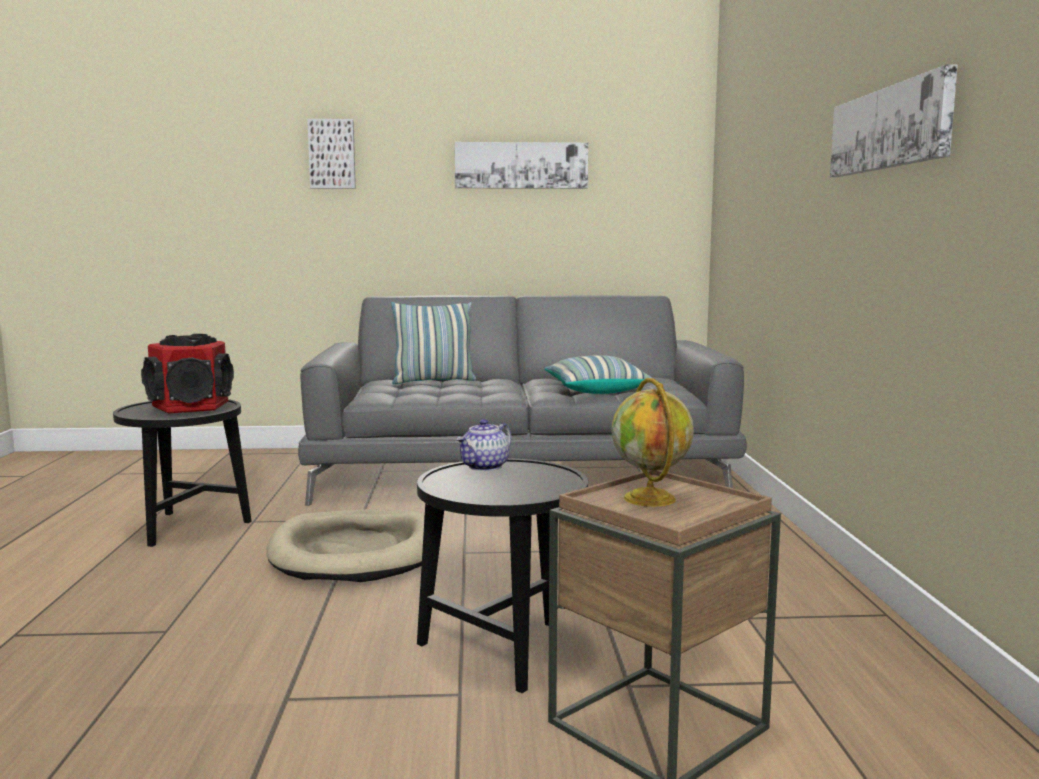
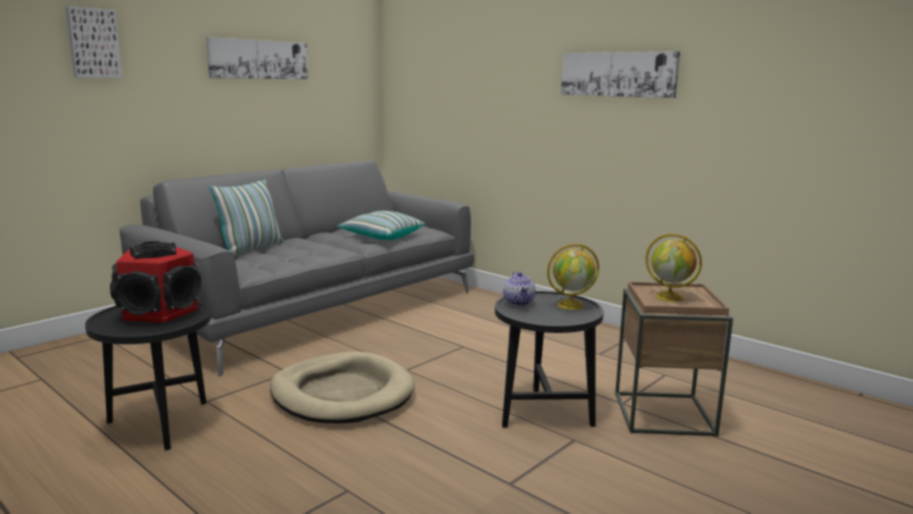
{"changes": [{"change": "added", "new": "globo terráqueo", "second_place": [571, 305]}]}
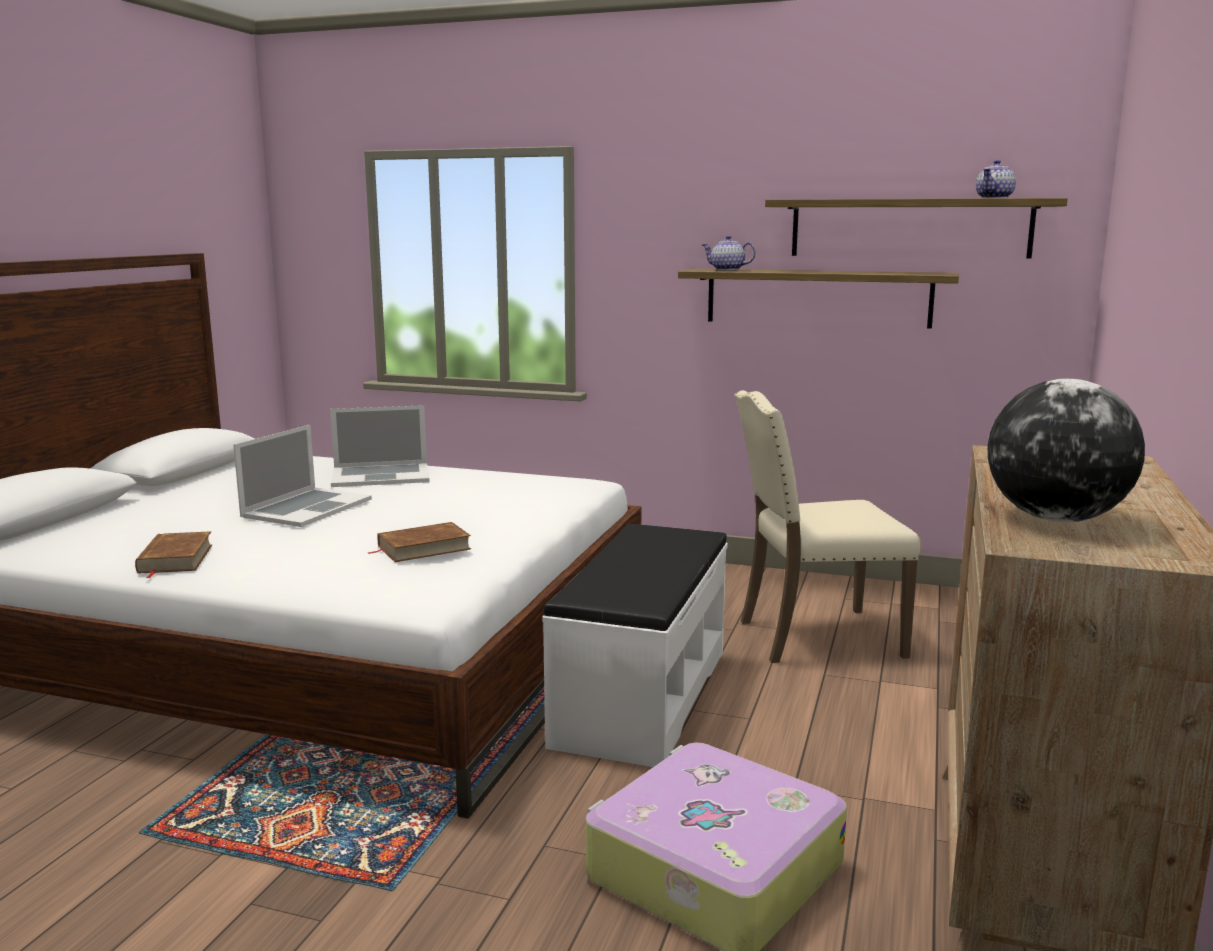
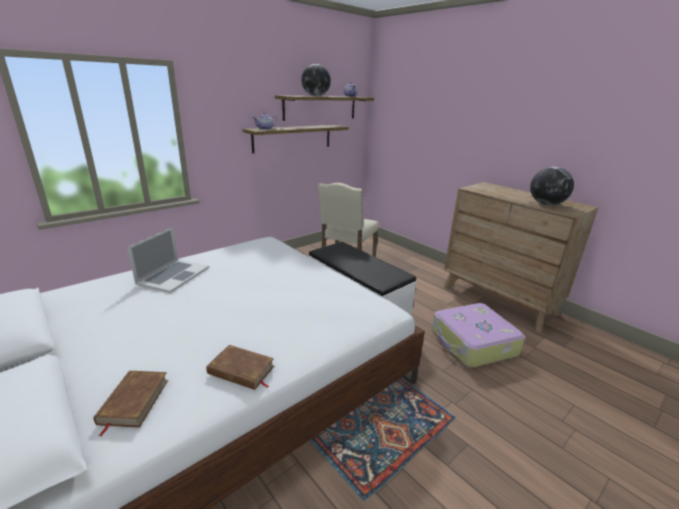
{"changes": [{"change": "moved", "old": "libro/marrón", "first_place": [423, 548], "second_place": [133, 401]}, {"change": "added", "new": "globo terráqueo", "second_place": [315, 96]}, {"change": "removed", "old": "portátil", "first_place": [306, 508]}]}
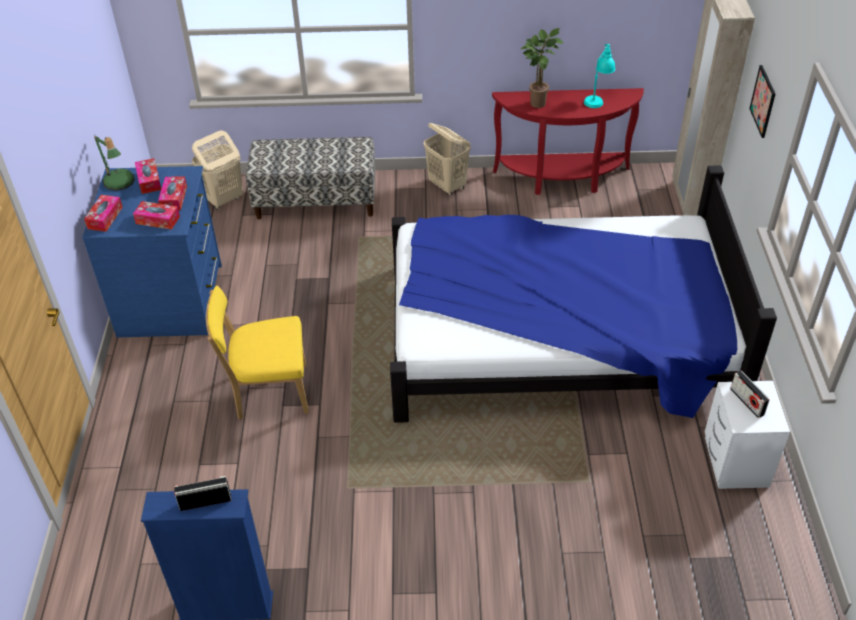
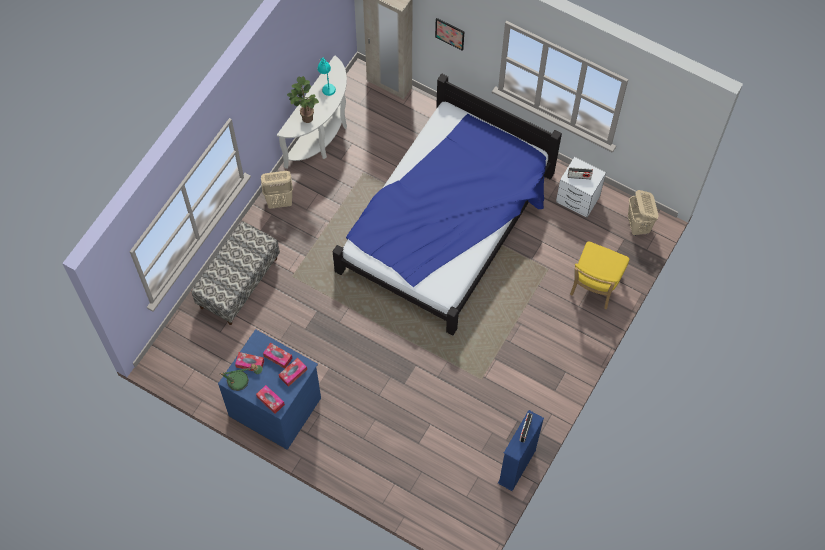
{"changes": [{"change": "recoloured", "old": "mesa consola/rojo", "new": "mesa consola/blanco", "first_place": [562, 180], "second_place": [322, 136]}, {"change": "moved", "old": "silla/amarillo", "first_place": [268, 392], "second_place": [594, 287]}, {"change": "moved", "old": "cesto de la ropa/beis", "first_place": [224, 199], "second_place": [638, 226]}]}
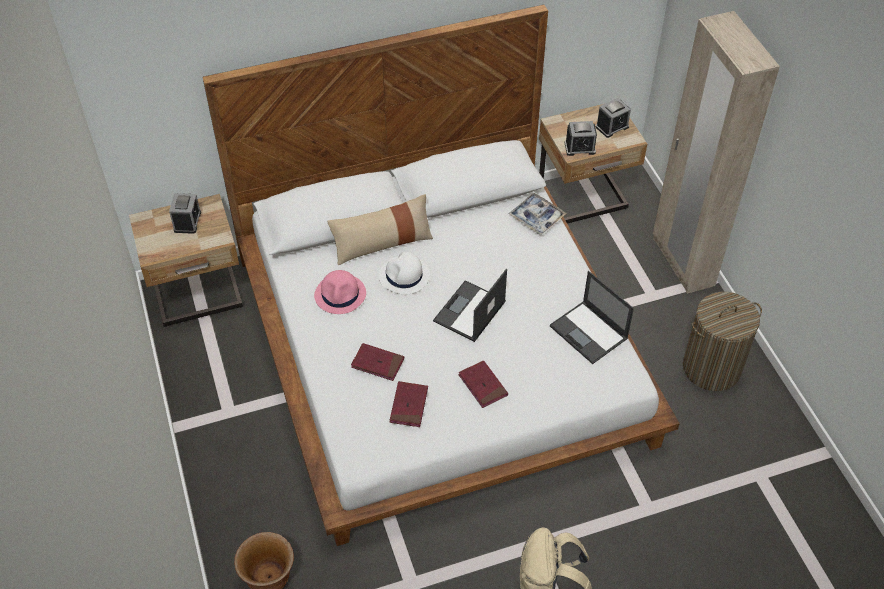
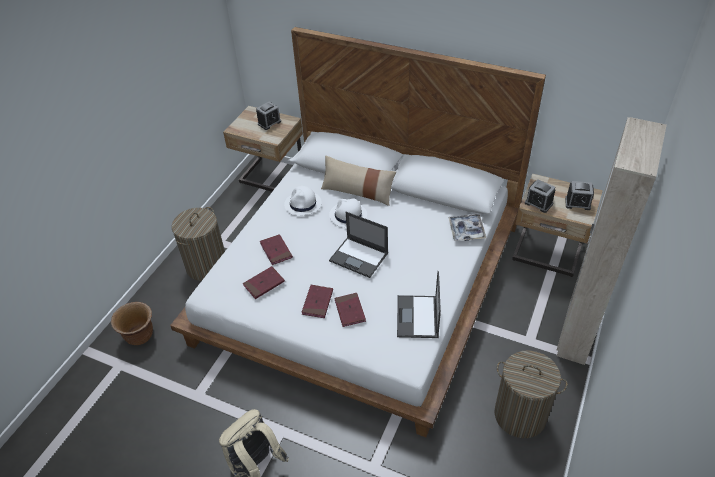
{"changes": [{"change": "added", "new": "cesto de la ropa", "second_place": [207, 266]}, {"change": "recoloured", "old": "sombrero/rosa", "new": "sombrero/blanco", "first_place": [340, 294], "second_place": [303, 204]}, {"change": "turned", "old": "portátil", "first_place": [469, 312], "second_place": [359, 257], "degrees": -135}, {"change": "added", "new": "libro/rojo", "second_place": [350, 311]}]}
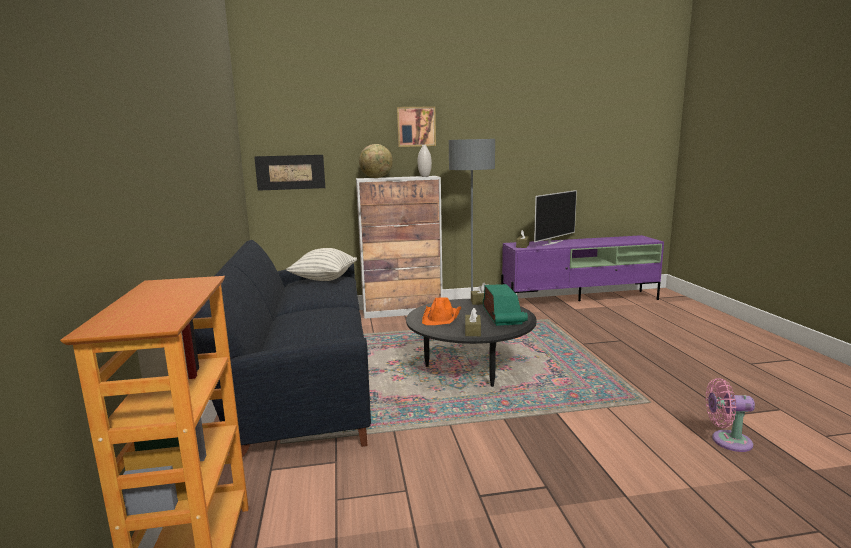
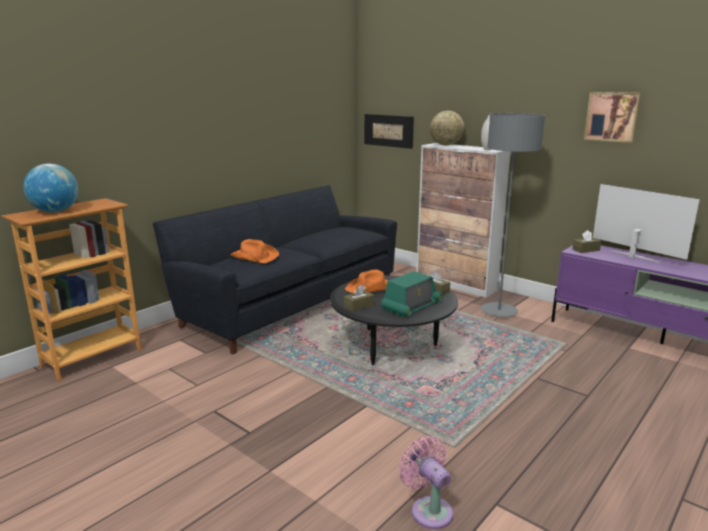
{"changes": [{"change": "added", "new": "globo terráqueo", "second_place": [55, 211]}, {"change": "added", "new": "sombrero/naranja", "second_place": [254, 257]}, {"change": "moved", "old": "cuadro", "first_place": [416, 126], "second_place": [612, 116]}, {"change": "turned", "old": "televisor", "first_place": [552, 243], "second_place": [633, 256], "degrees": -135}, {"change": "removed", "old": "cojín", "first_place": [324, 279]}]}
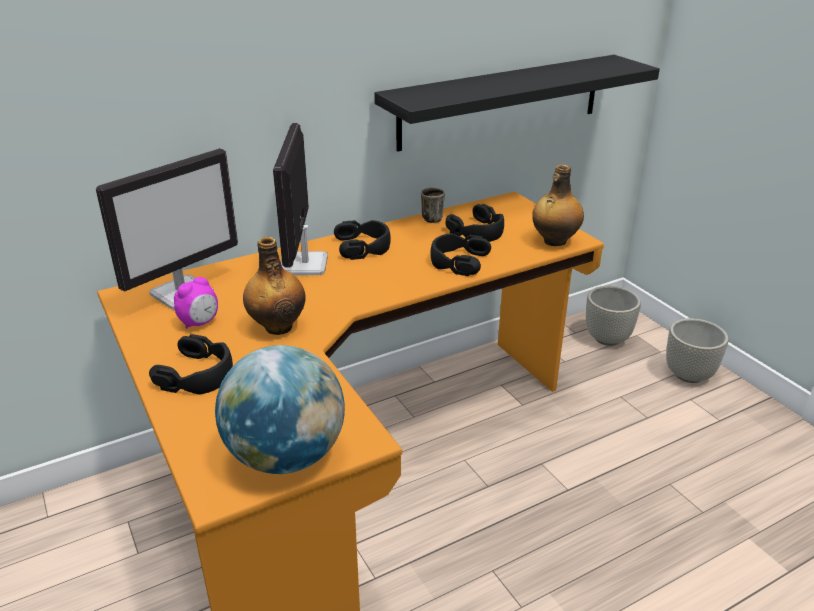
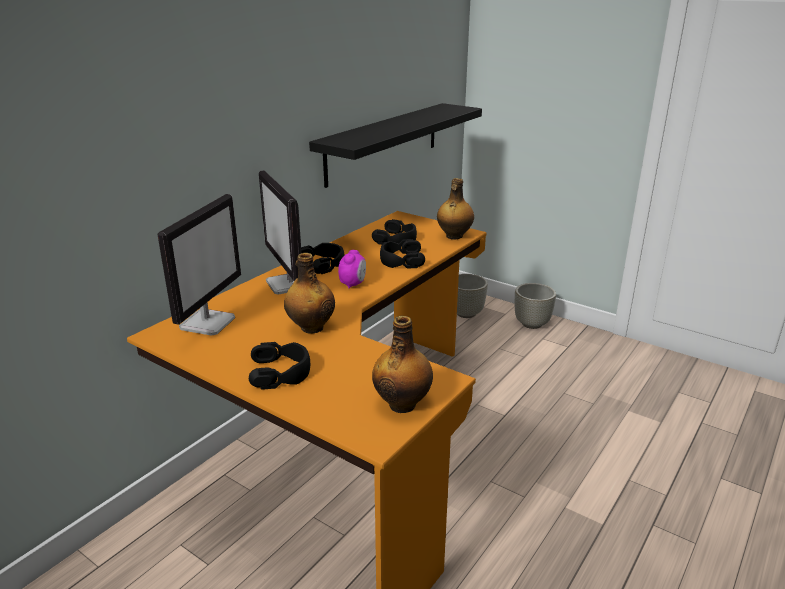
{"changes": [{"change": "moved", "old": "despertador", "first_place": [199, 323], "second_place": [353, 284]}, {"change": "replaced", "old": "globo terráqueo", "new": "botella", "first_place": [286, 456], "second_place": [403, 404]}, {"change": "removed", "old": "taza grande", "first_place": [433, 218]}]}
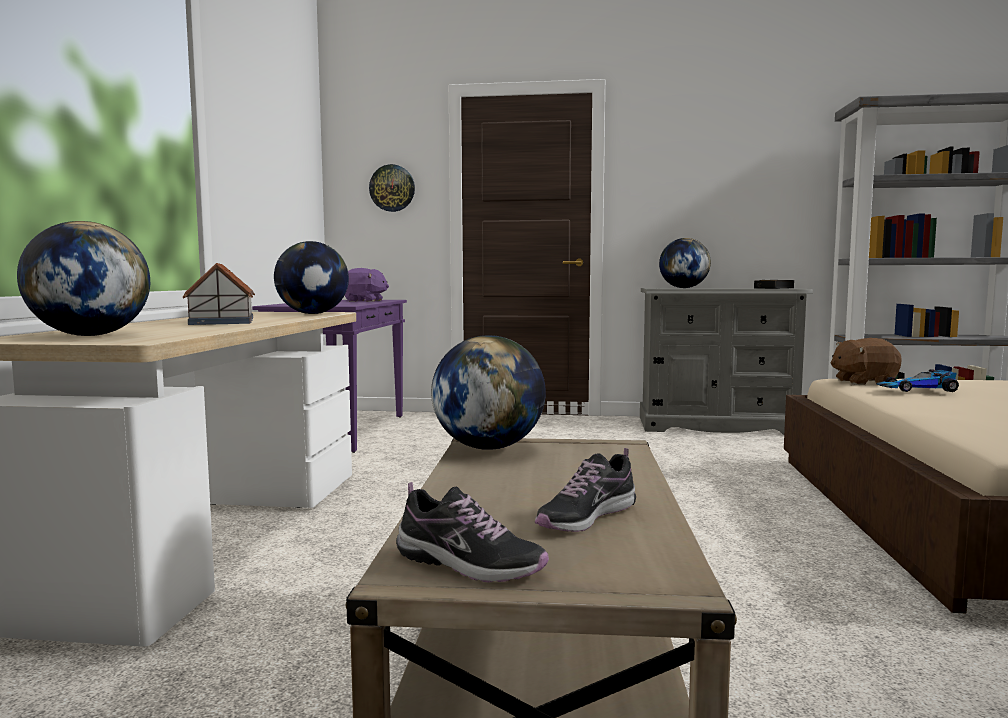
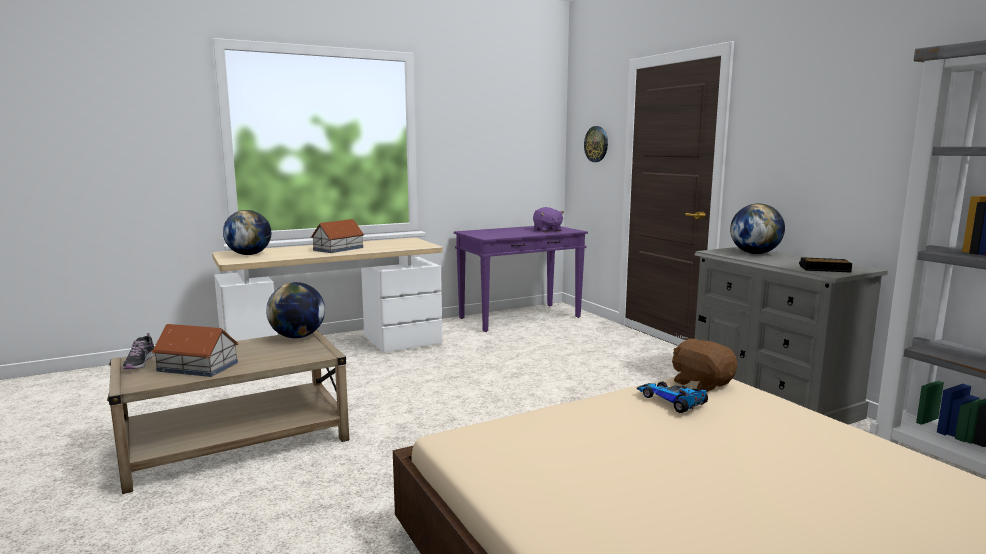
{"changes": [{"change": "replaced", "old": "zapato", "new": "casita", "first_place": [586, 517], "second_place": [198, 367]}, {"change": "removed", "old": "globo terráqueo", "first_place": [313, 313]}]}
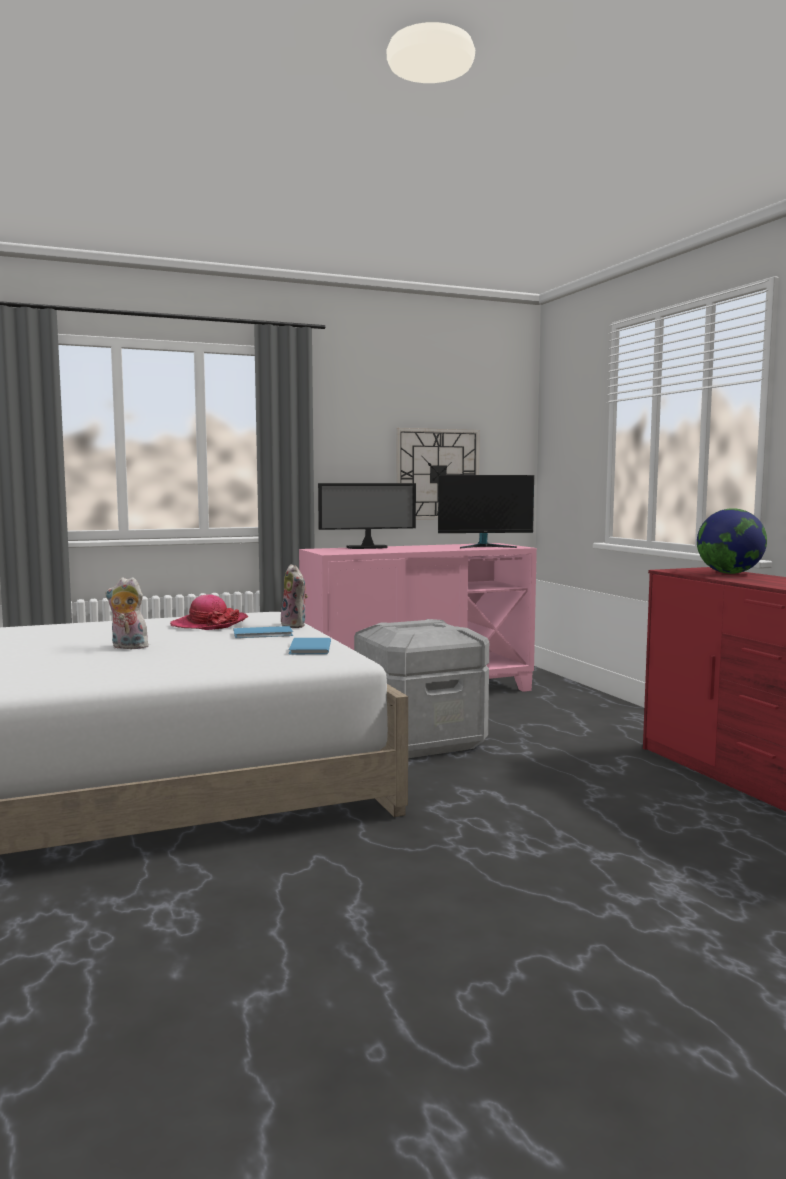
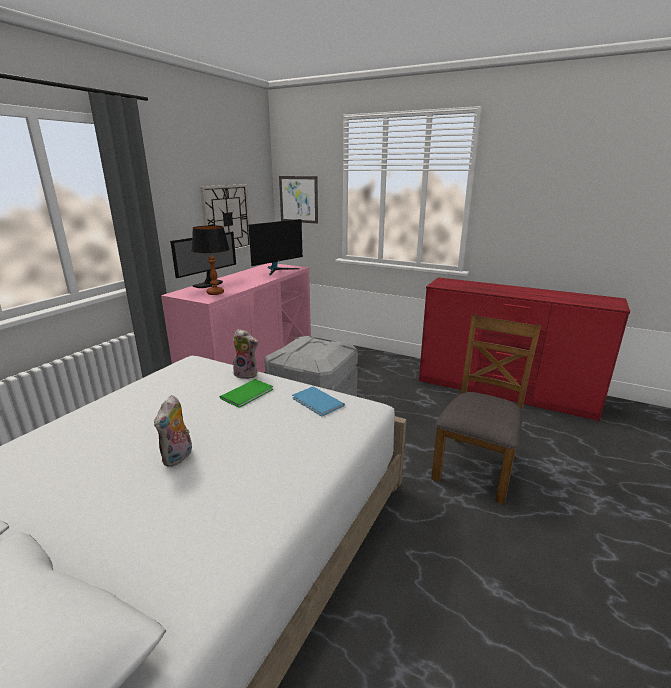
{"changes": [{"change": "turned", "old": "peluche", "first_place": [127, 647], "second_place": [178, 458], "degrees": -45}, {"change": "added", "new": "lámpara de mesa", "second_place": [215, 293]}, {"change": "recoloured", "old": "libro/azul", "new": "libro/verde", "first_place": [264, 634], "second_place": [249, 393]}, {"change": "added", "new": "cuadro", "second_place": [298, 199]}, {"change": "added", "new": "silla/marrón", "second_place": [476, 467]}, {"change": "removed", "old": "sombrero", "first_place": [209, 624]}, {"change": "removed", "old": "globo terráqueo", "first_place": [729, 573]}]}
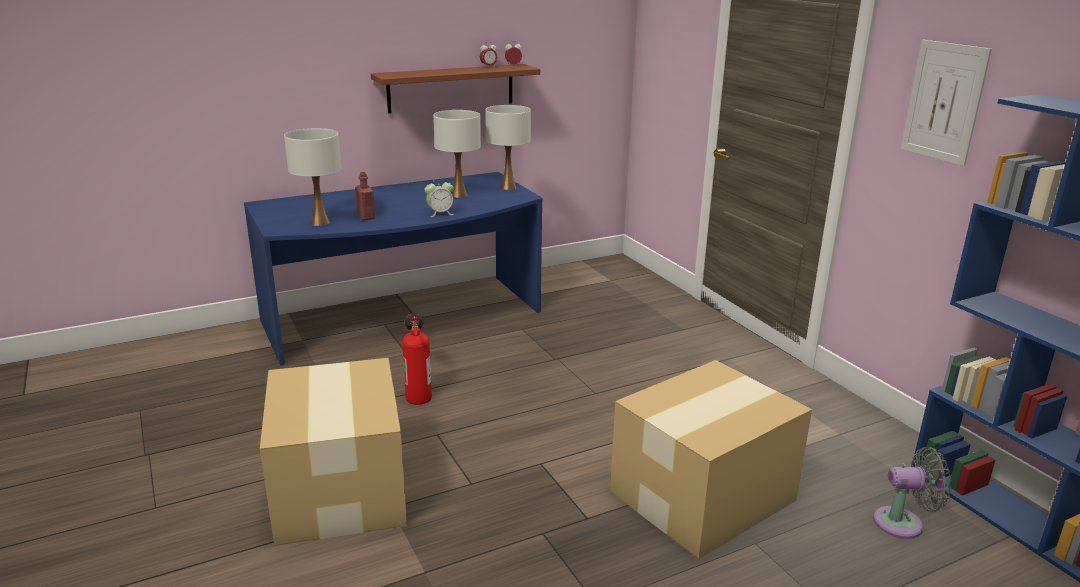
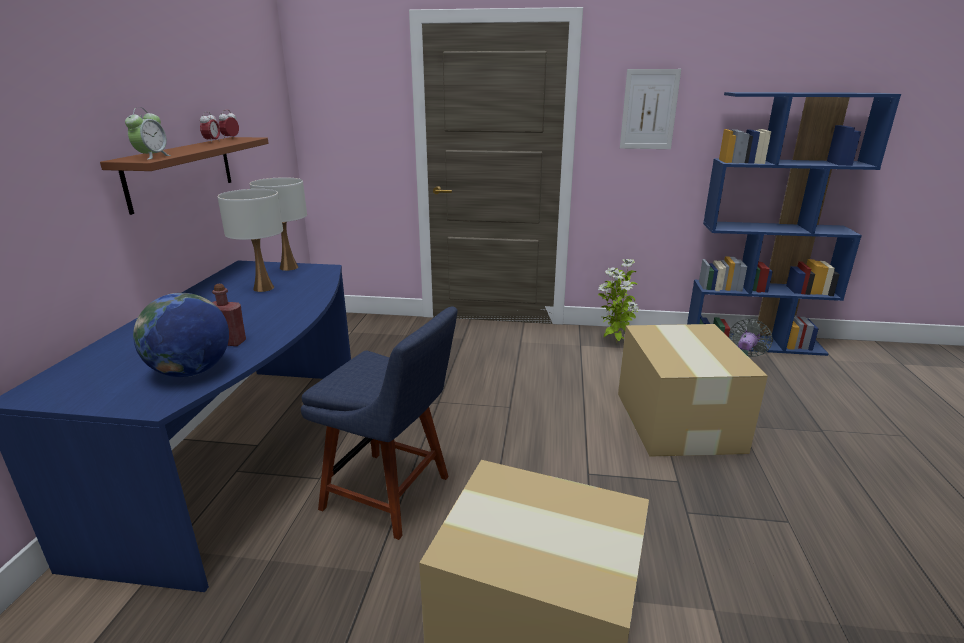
{"changes": [{"change": "moved", "old": "despertador", "first_place": [440, 214], "second_place": [152, 157]}, {"change": "replaced", "old": "lámpara de mesa/blanco", "new": "globo terráqueo", "first_place": [320, 222], "second_place": [191, 372]}, {"change": "replaced", "old": "extintor", "new": "silla/azul", "first_place": [418, 386], "second_place": [391, 494]}, {"change": "added", "new": "planta en maceta", "second_place": [614, 343]}]}
